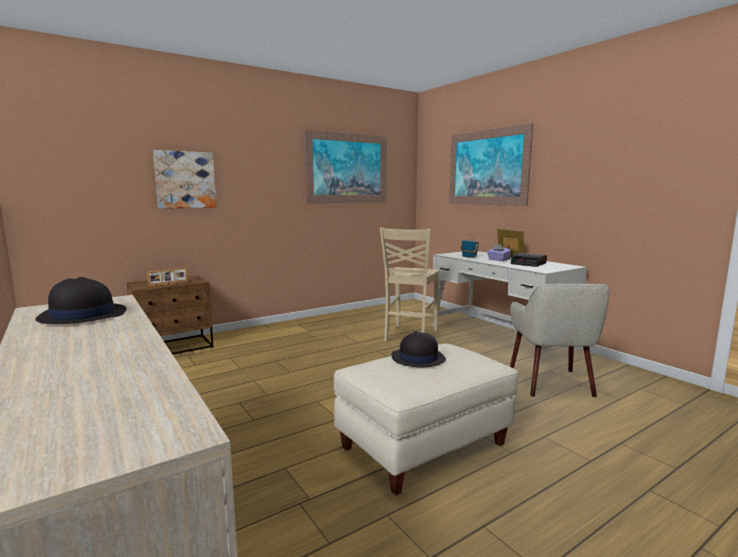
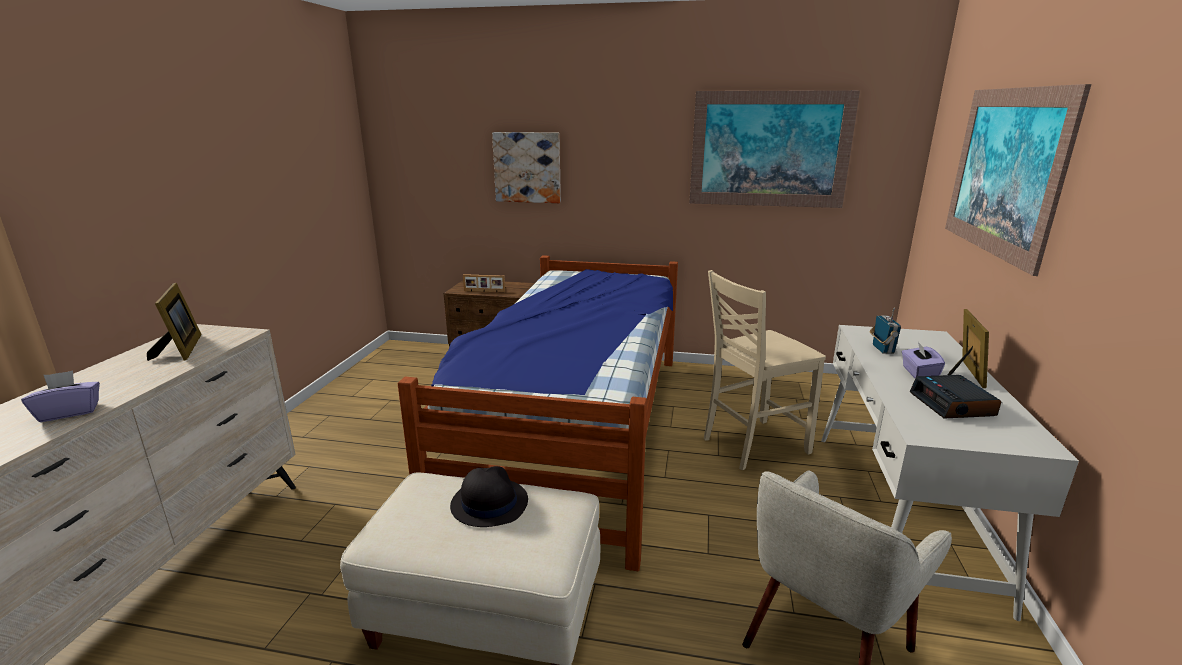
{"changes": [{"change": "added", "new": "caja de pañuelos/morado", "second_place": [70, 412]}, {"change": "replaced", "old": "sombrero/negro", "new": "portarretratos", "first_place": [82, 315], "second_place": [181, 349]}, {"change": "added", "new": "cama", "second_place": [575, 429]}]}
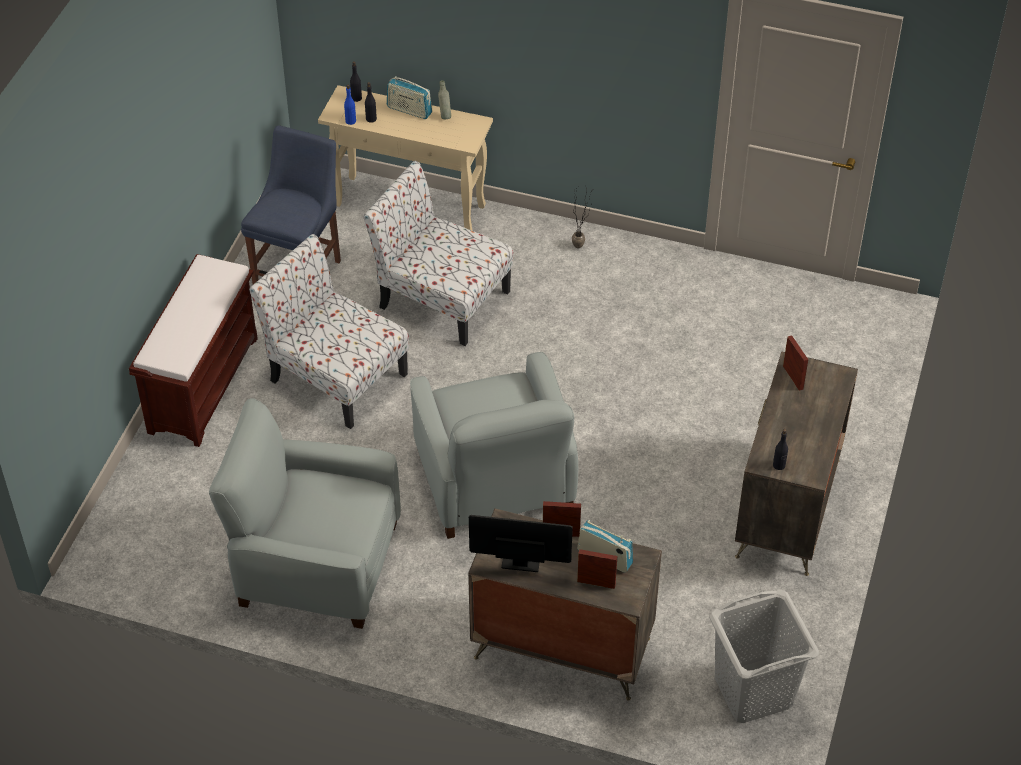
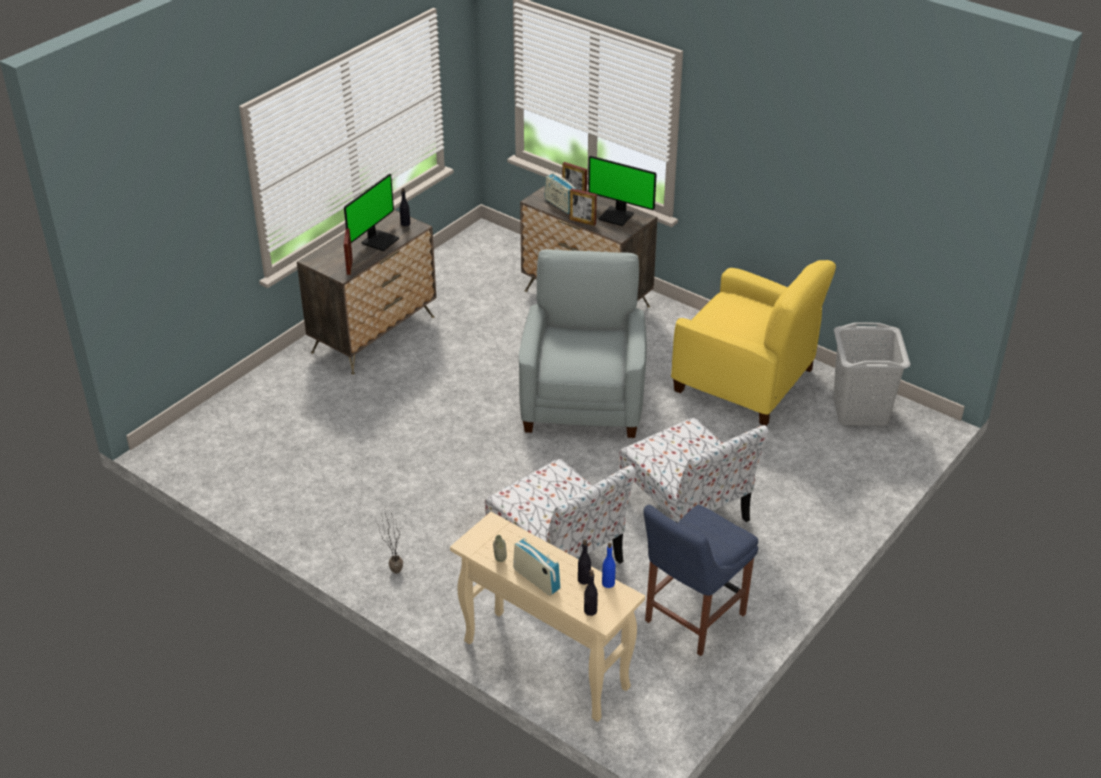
{"changes": [{"change": "added", "new": "monitor", "second_place": [379, 240]}, {"change": "recoloured", "old": "sillón/gris", "new": "sillón/amarillo", "first_place": [315, 563], "second_place": [746, 381]}, {"change": "moved", "old": "cesto de la ropa/gris", "first_place": [753, 692], "second_place": [860, 410]}, {"change": "removed", "old": "banco/marrón", "first_place": [203, 383]}]}
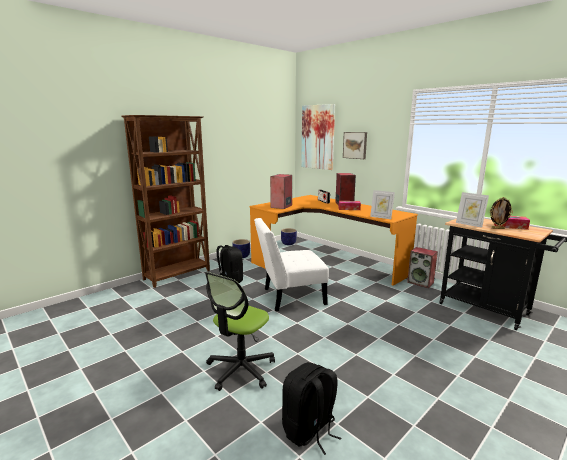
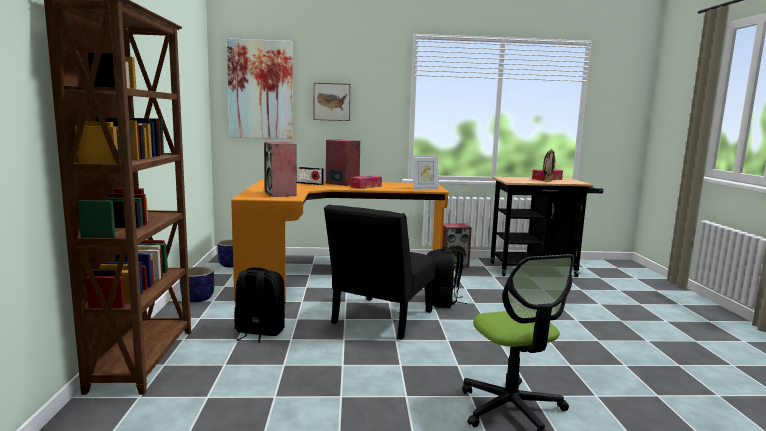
{"changes": [{"change": "recoloured", "old": "silla/blanco", "new": "silla/negro", "first_place": [290, 297], "second_place": [380, 319]}, {"change": "moved", "old": "mochila/negro", "first_place": [309, 431], "second_place": [442, 302]}, {"change": "removed", "old": "portarretratos", "first_place": [469, 224]}]}
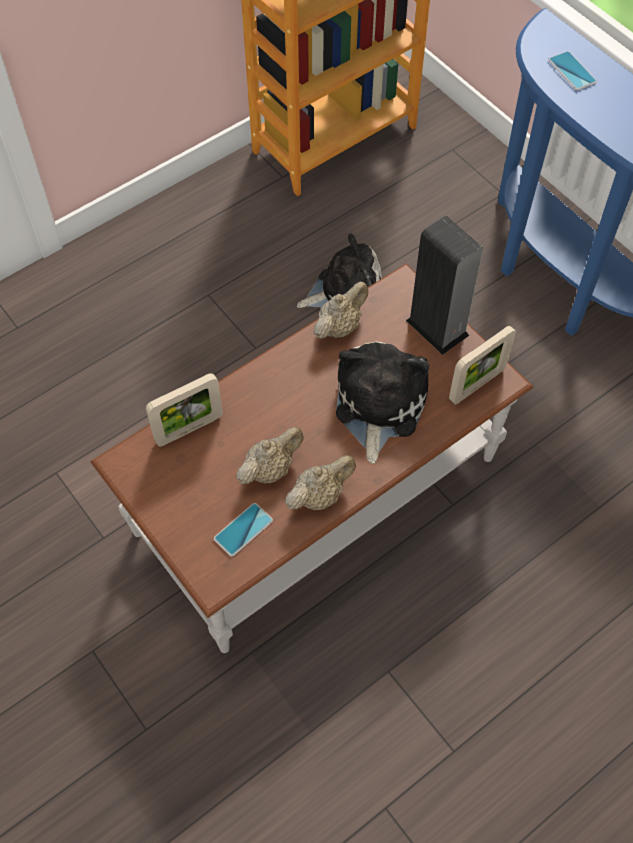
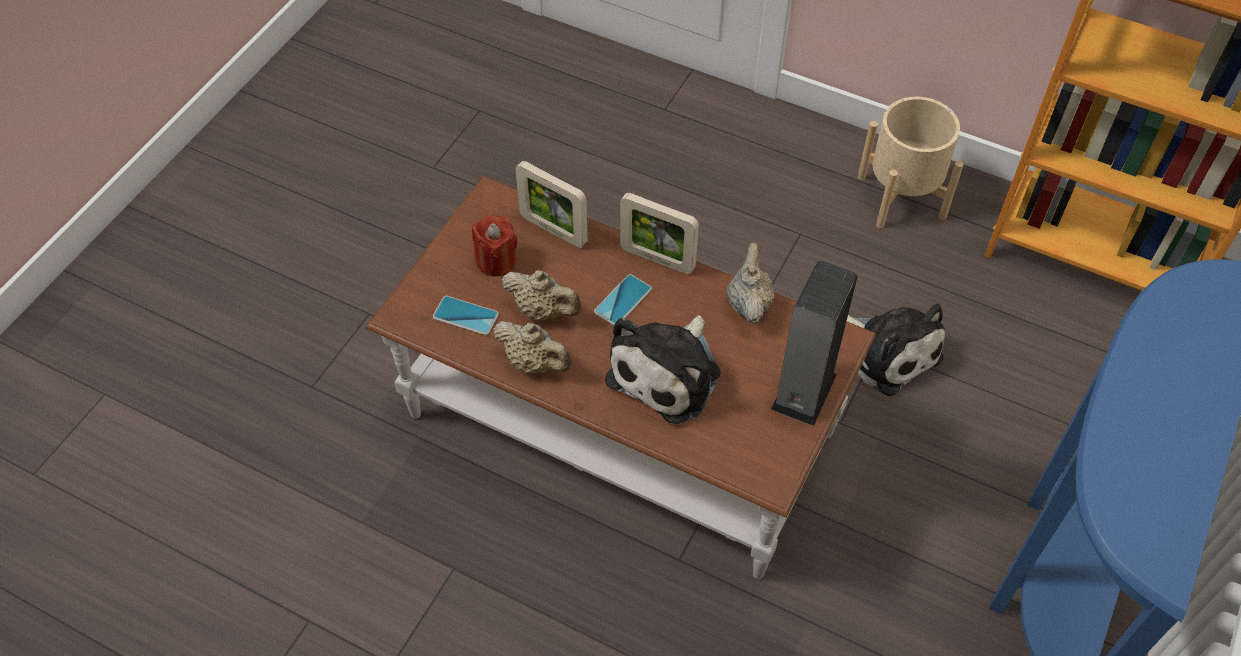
{"changes": [{"change": "added", "new": "vela/rojo", "second_place": [496, 261]}, {"change": "moved", "old": "móvil", "first_place": [572, 71], "second_place": [623, 300]}, {"change": "turned", "old": "peluche", "first_place": [377, 406], "second_place": [669, 373], "degrees": 135}, {"change": "moved", "old": "portarretratos", "first_place": [477, 385], "second_place": [657, 259]}, {"change": "turned", "old": "tetera/beis", "first_place": [340, 326], "second_place": [748, 303], "degrees": -105}, {"change": "added", "new": "maceta/beis", "second_place": [901, 196]}]}
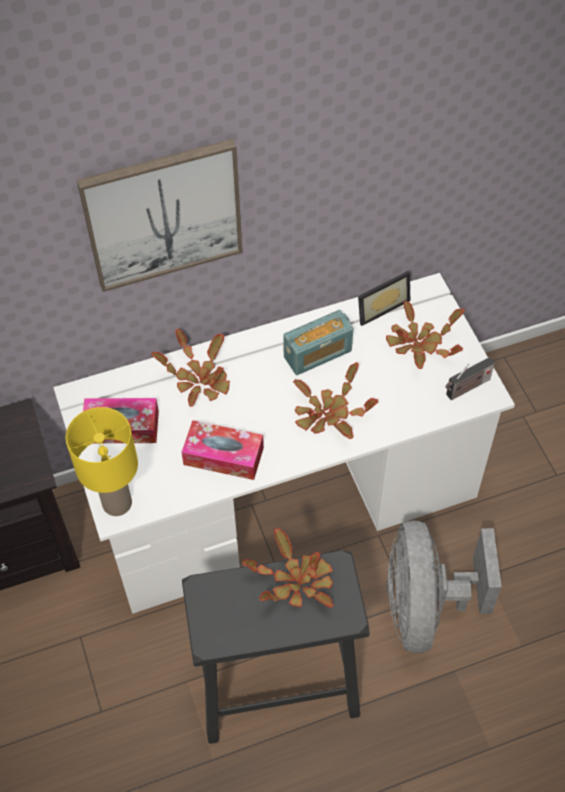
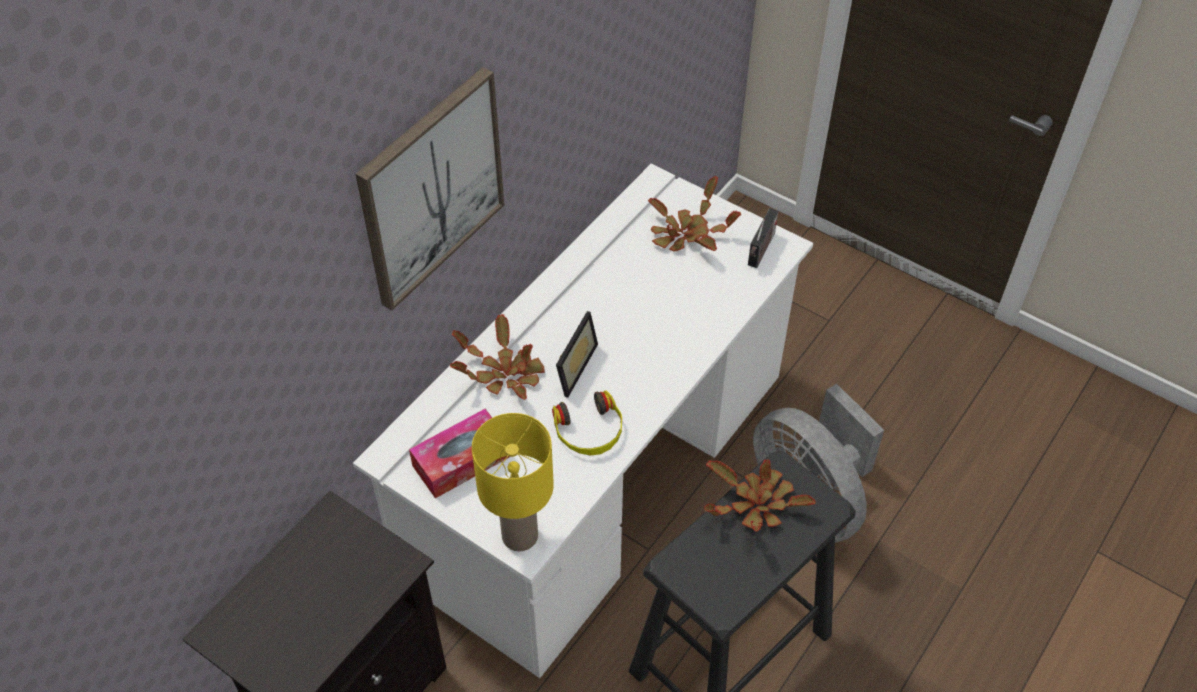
{"changes": [{"change": "replaced", "old": "caja de pañuelos", "new": "auriculares", "first_place": [223, 456], "second_place": [589, 431]}, {"change": "moved", "old": "portarretratos", "first_place": [379, 306], "second_place": [570, 366]}, {"change": "removed", "old": "radio", "first_place": [317, 354]}, {"change": "removed", "old": "planta en maceta", "first_place": [328, 414]}]}
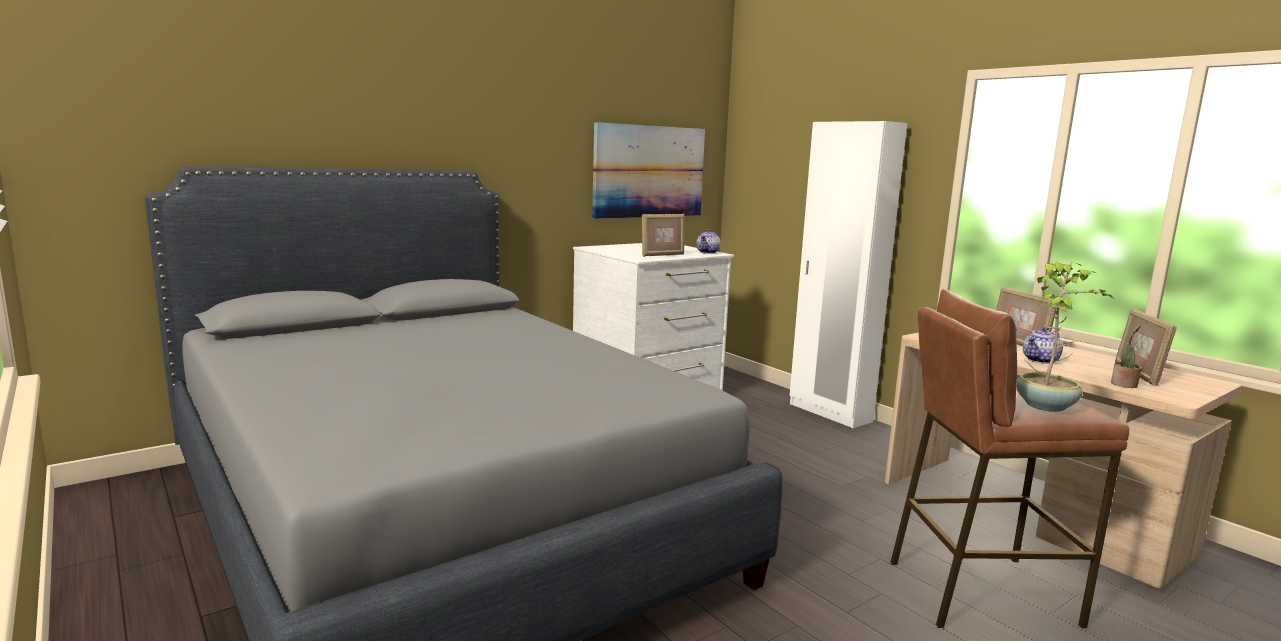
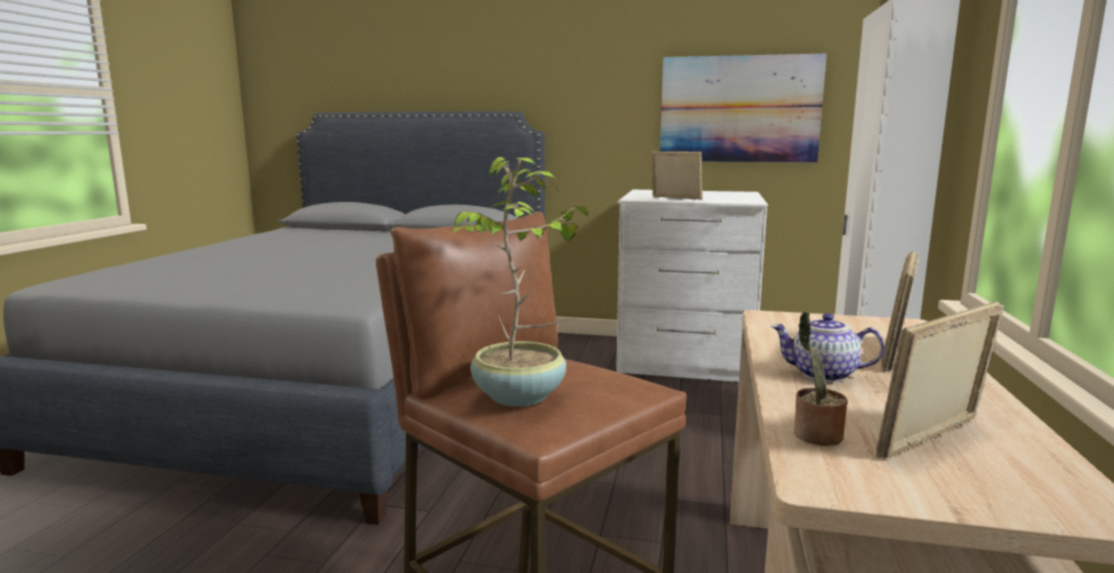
{"changes": [{"change": "turned", "old": "portarretratos", "first_place": [662, 255], "second_place": [675, 198], "degrees": -150}, {"change": "removed", "old": "tetera", "first_place": [708, 252]}]}
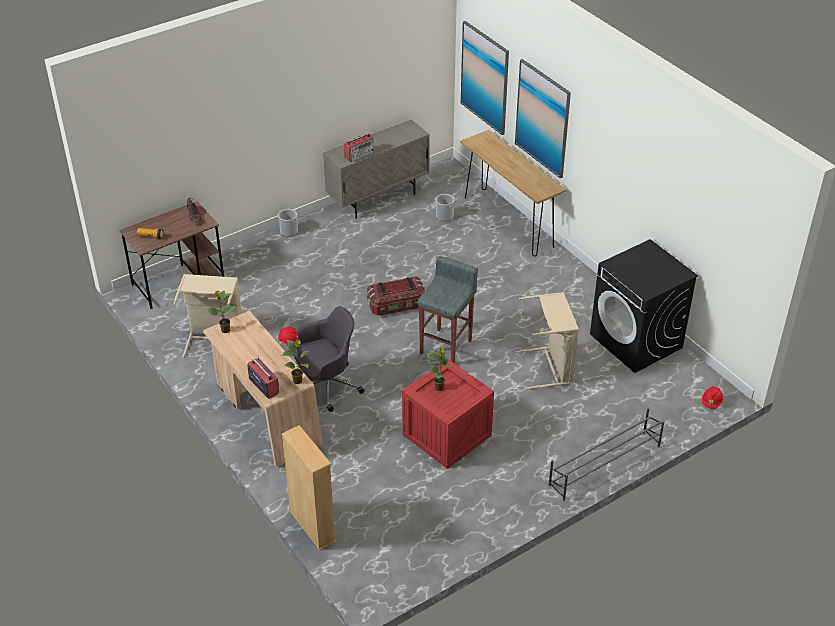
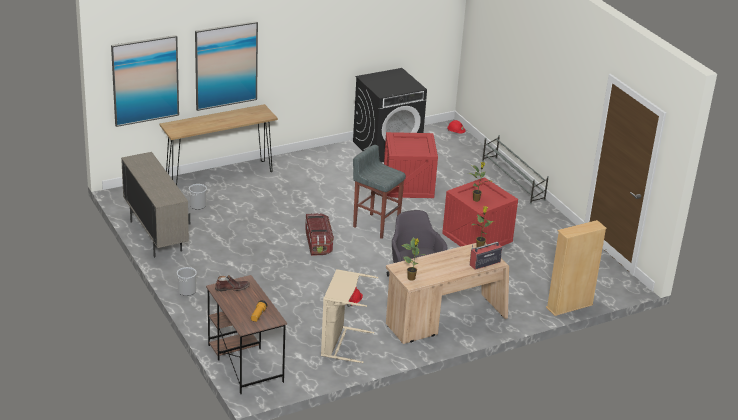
{"changes": [{"change": "replaced", "old": "cesto de la ropa/beis", "new": "caja de embalaje", "first_place": [550, 367], "second_place": [409, 185]}, {"change": "removed", "old": "radio", "first_place": [359, 155]}]}
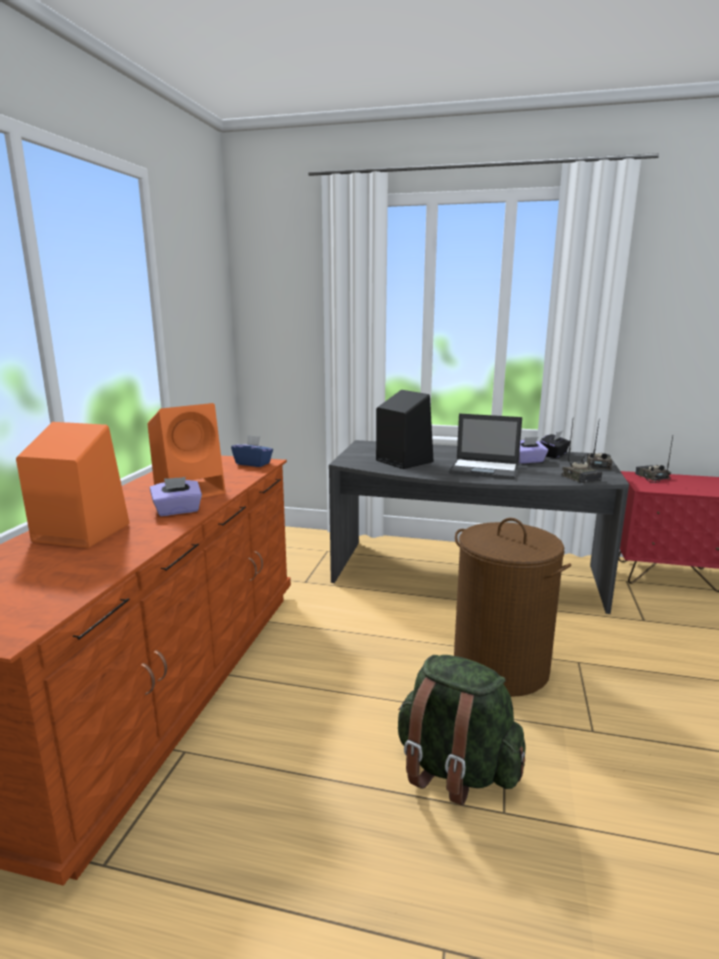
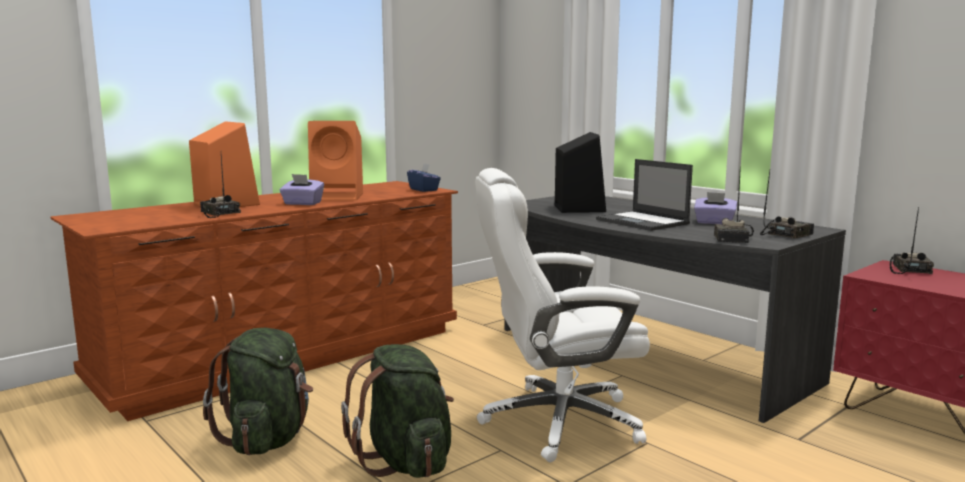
{"changes": [{"change": "added", "new": "radio", "second_place": [218, 214]}, {"change": "added", "new": "mochila/verde", "second_place": [268, 439]}, {"change": "replaced", "old": "cesto de la ropa/marrón", "new": "silla de oficina/blanco", "first_place": [500, 667], "second_place": [557, 421]}, {"change": "removed", "old": "caja de pañuelos/negro", "first_place": [554, 455]}]}
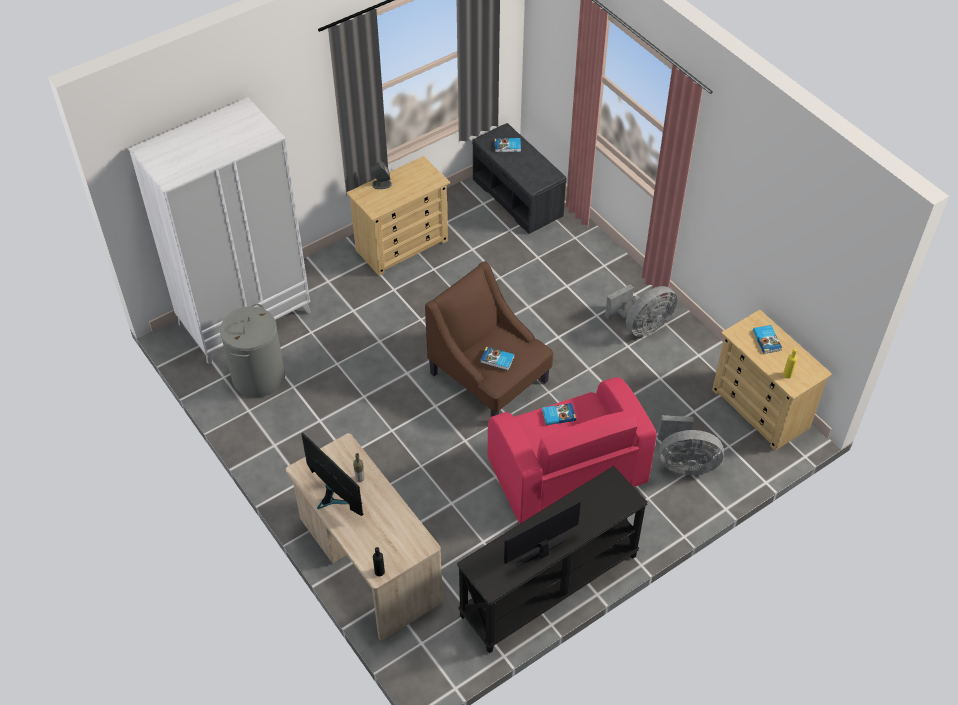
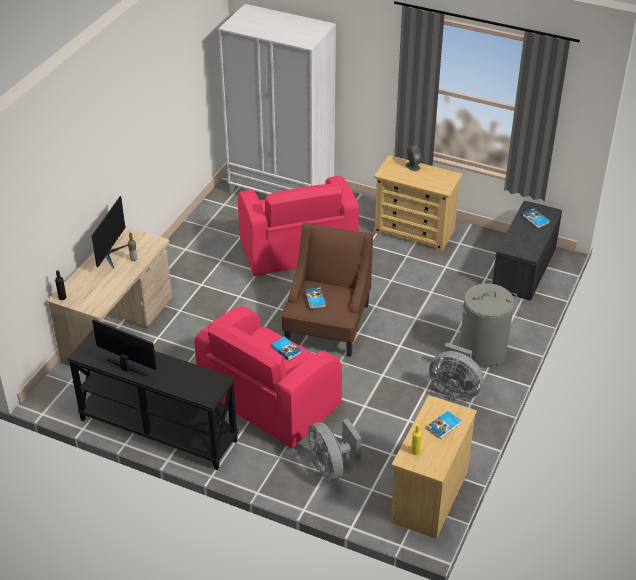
{"changes": [{"change": "added", "new": "sillón/rosa", "second_place": [297, 250]}, {"change": "moved", "old": "cesto de la ropa/gris", "first_place": [258, 377], "second_place": [482, 351]}]}
